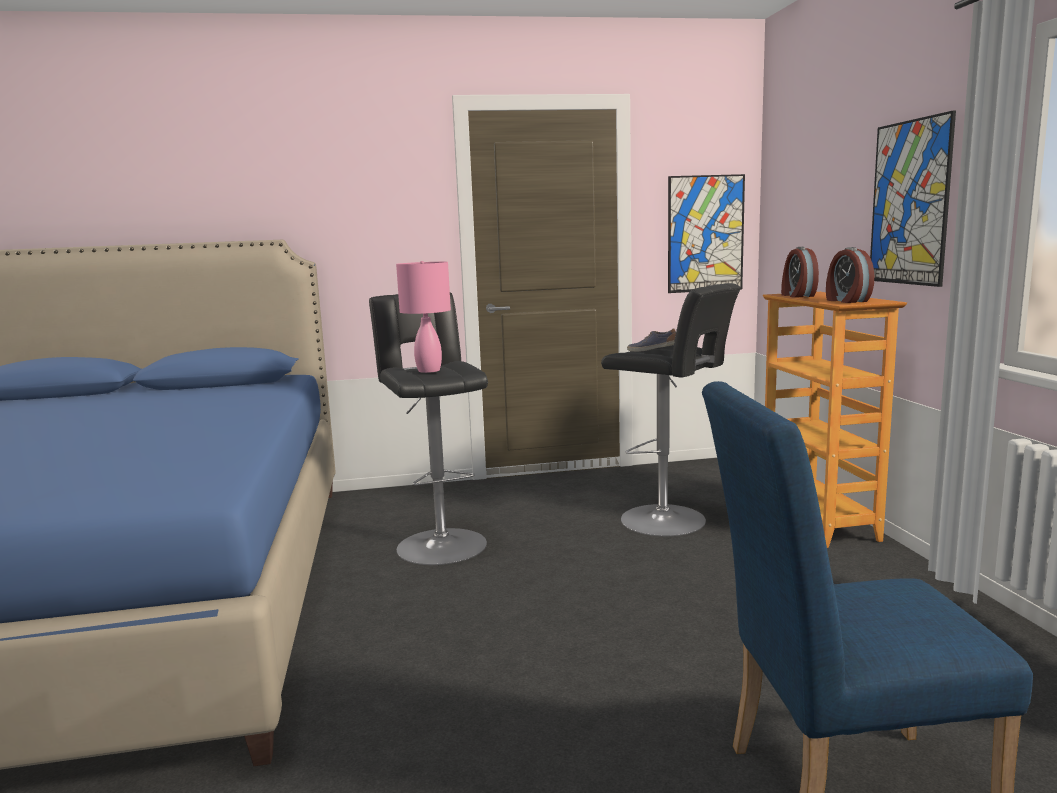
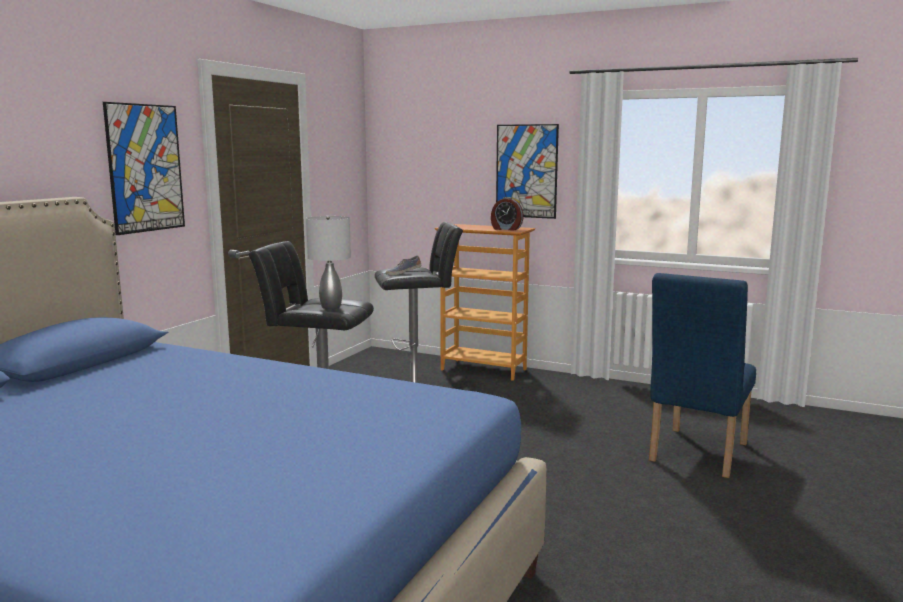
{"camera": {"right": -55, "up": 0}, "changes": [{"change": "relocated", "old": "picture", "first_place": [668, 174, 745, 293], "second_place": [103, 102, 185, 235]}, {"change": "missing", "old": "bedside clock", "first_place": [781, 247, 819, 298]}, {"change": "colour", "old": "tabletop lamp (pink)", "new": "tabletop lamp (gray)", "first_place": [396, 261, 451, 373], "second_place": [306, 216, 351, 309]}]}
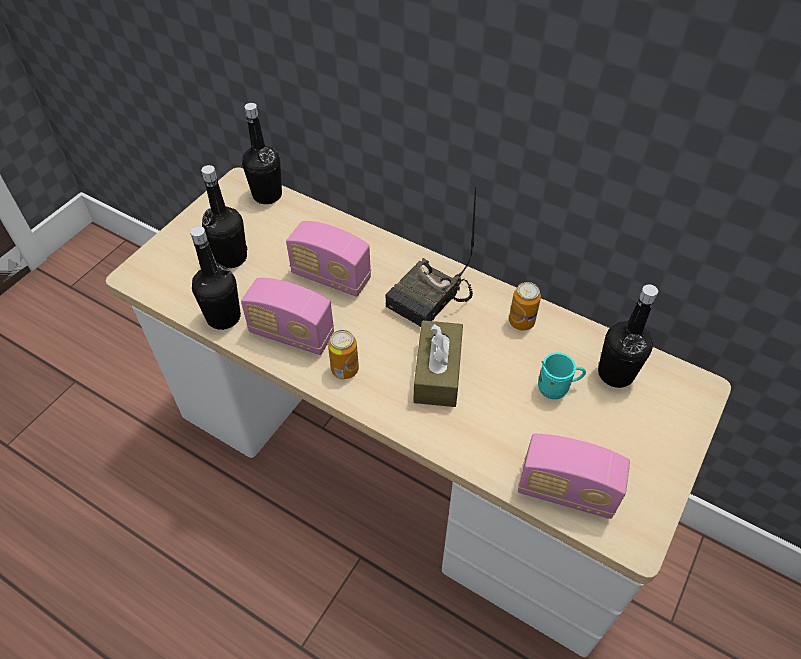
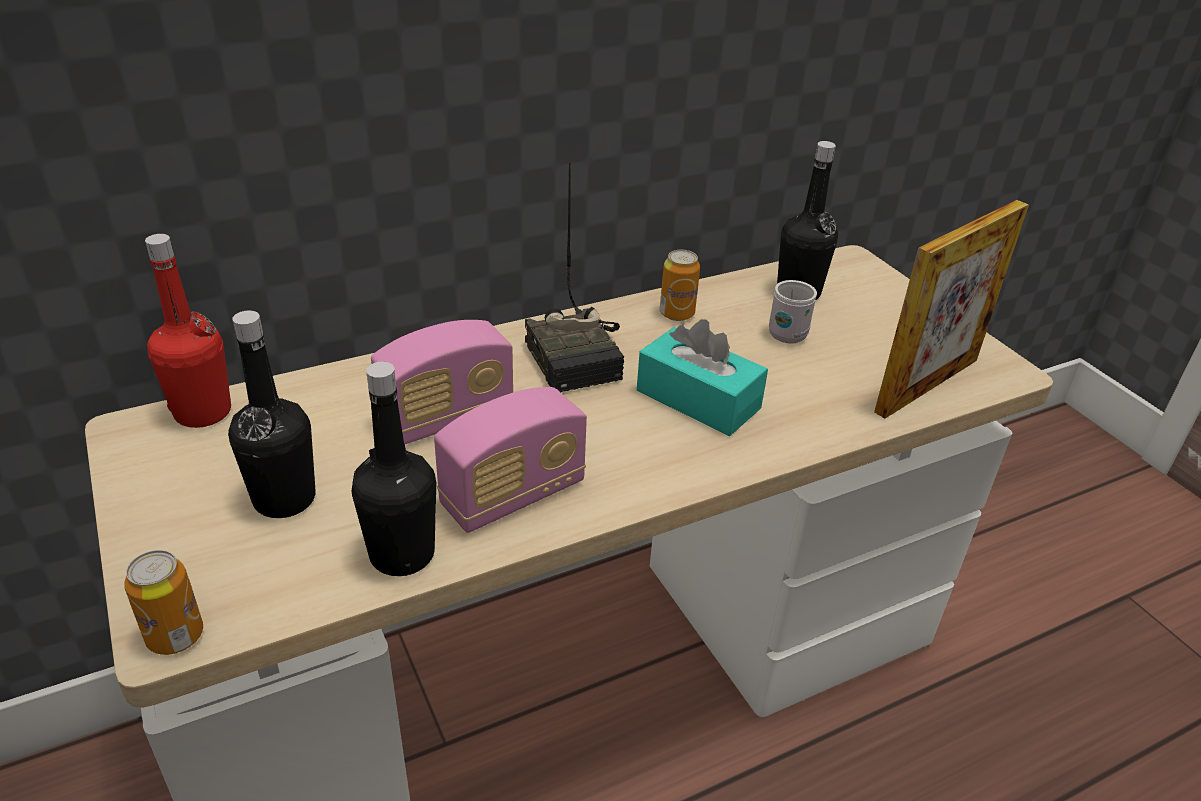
{"camera": {"right": -60, "up": -15}, "changes": [{"change": "colour", "old": "beverage bottle (black-coloured)", "new": "beverage bottle (red)", "first_place": [242, 103, 282, 204], "second_place": [145, 234, 231, 428]}, {"change": "colour", "old": "tissue holder (brownish)", "new": "tissue holder (turquoise-coloured)", "first_place": [413, 320, 463, 407], "second_place": [637, 319, 768, 436]}, {"change": "relocated", "old": "metal can", "first_place": [328, 330, 359, 379], "second_place": [124, 550, 203, 655]}, {"change": "colour", "old": "coffee mug (turquoise-coloured)", "new": "coffee mug (whitish)", "first_place": [538, 352, 586, 399], "second_place": [769, 280, 817, 343]}, {"change": "exchanged", "old": "radio set", "new": "picture frame", "first_place": [518, 434, 630, 519], "second_place": [874, 200, 1029, 418]}]}
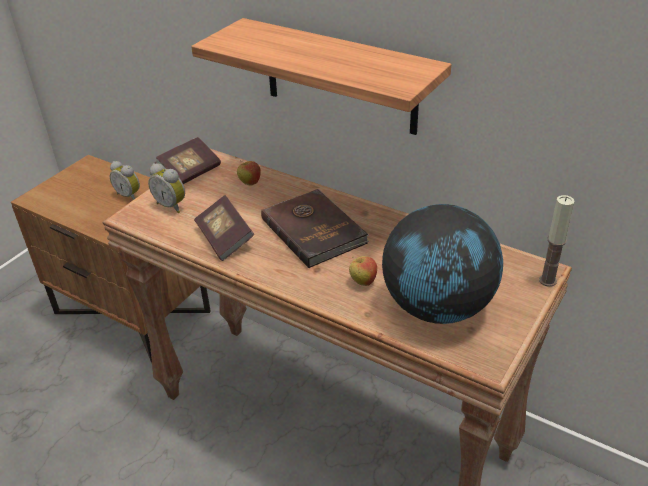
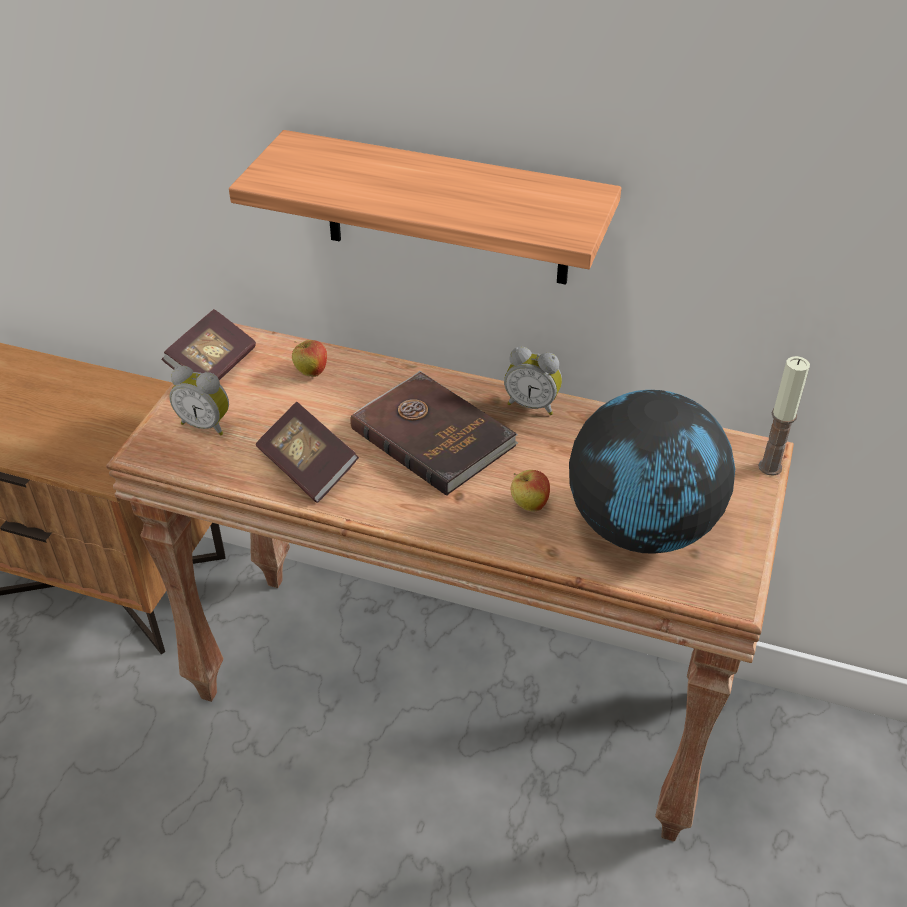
{"camera": {"right": -15, "up": 5}, "changes": [{"change": "relocated", "old": "bedside clock", "first_place": [110, 161, 140, 200], "second_place": [504, 346, 562, 415]}]}
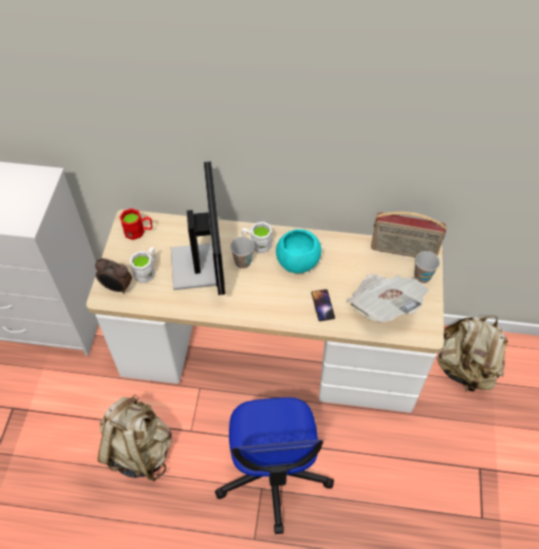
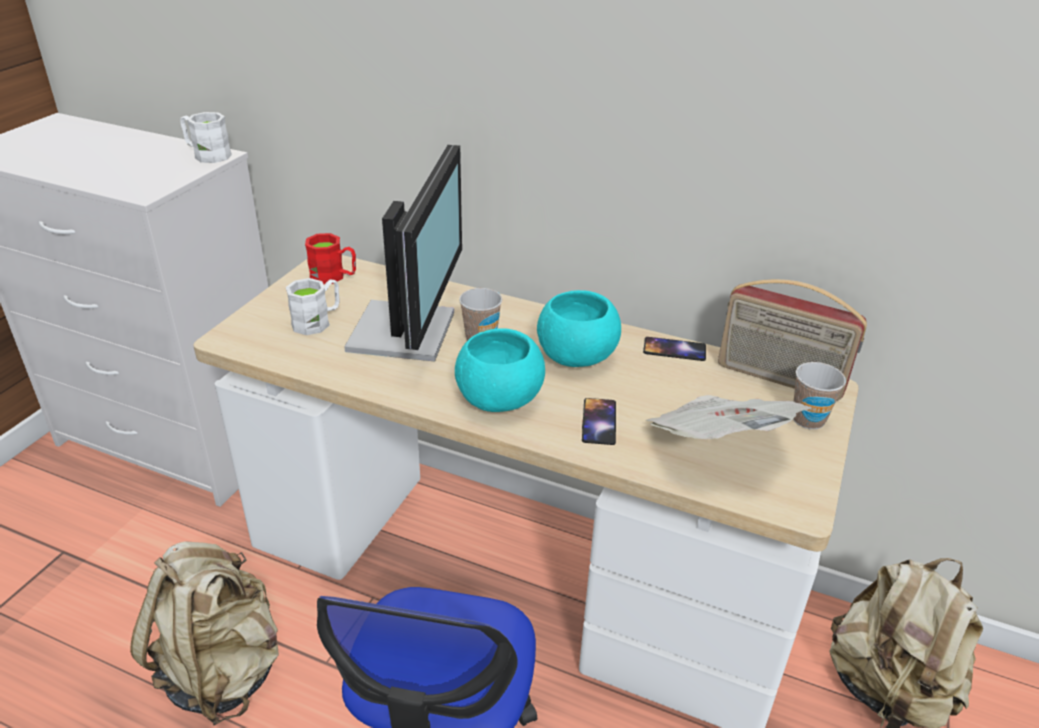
{"camera": {"right": 15, "up": -20}, "changes": [{"change": "relocated", "old": "coffee mug (whitish)", "first_place": [241, 222, 272, 253], "second_place": [180, 112, 232, 163]}, {"change": "missing", "old": "bedside clock", "first_place": [95, 258, 132, 294]}, {"change": "appeared", "new": "serving bowl (turquoise-coloured)", "second_place": [455, 328, 545, 412]}, {"change": "appeared", "new": "telephone", "second_place": [643, 337, 706, 361]}]}
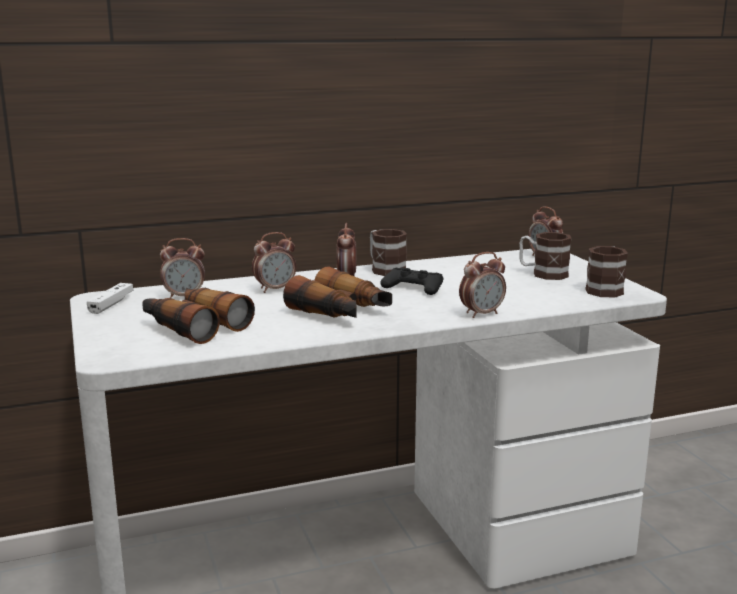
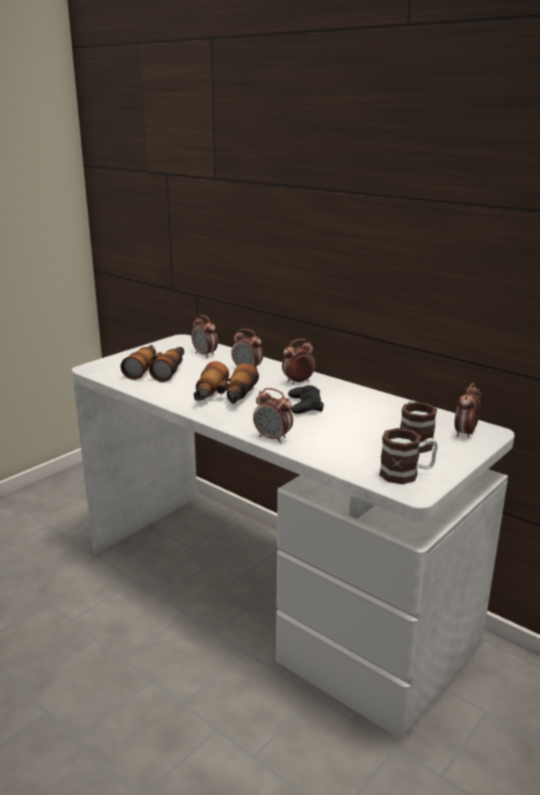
{"camera": {"right": 60, "up": 5}, "changes": [{"change": "missing", "old": "coffee mug", "first_place": [370, 229, 407, 276]}, {"change": "missing", "old": "joypad (whitish)", "first_place": [87, 283, 133, 314]}]}
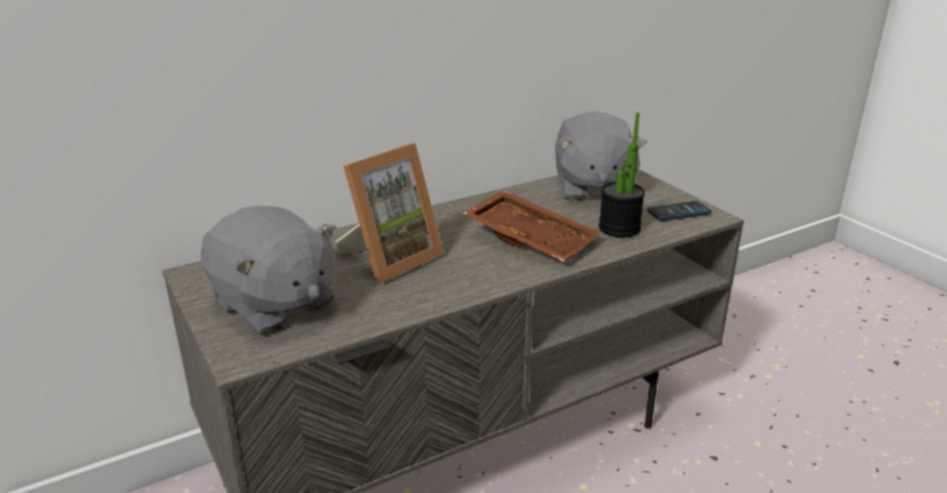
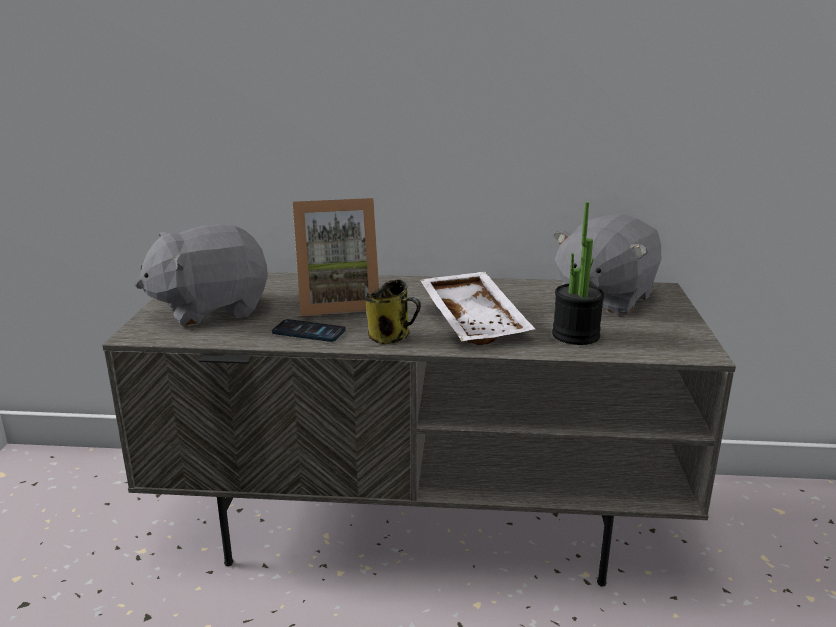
{"camera": {"right": 35, "up": -5}, "changes": [{"change": "colour", "old": "carrying tray (brownish)", "new": "carrying tray (whitish)", "first_place": [462, 190, 601, 262], "second_place": [420, 272, 535, 345]}, {"change": "relocated", "old": "telephone", "first_place": [647, 201, 711, 221], "second_place": [272, 319, 346, 342]}, {"change": "spun", "old": "soft toy (gray)", "first_place": [201, 206, 337, 335], "second_place": [134, 224, 268, 327], "degrees": 75}, {"change": "appeared", "new": "coffee mug", "second_place": [365, 280, 421, 344]}]}
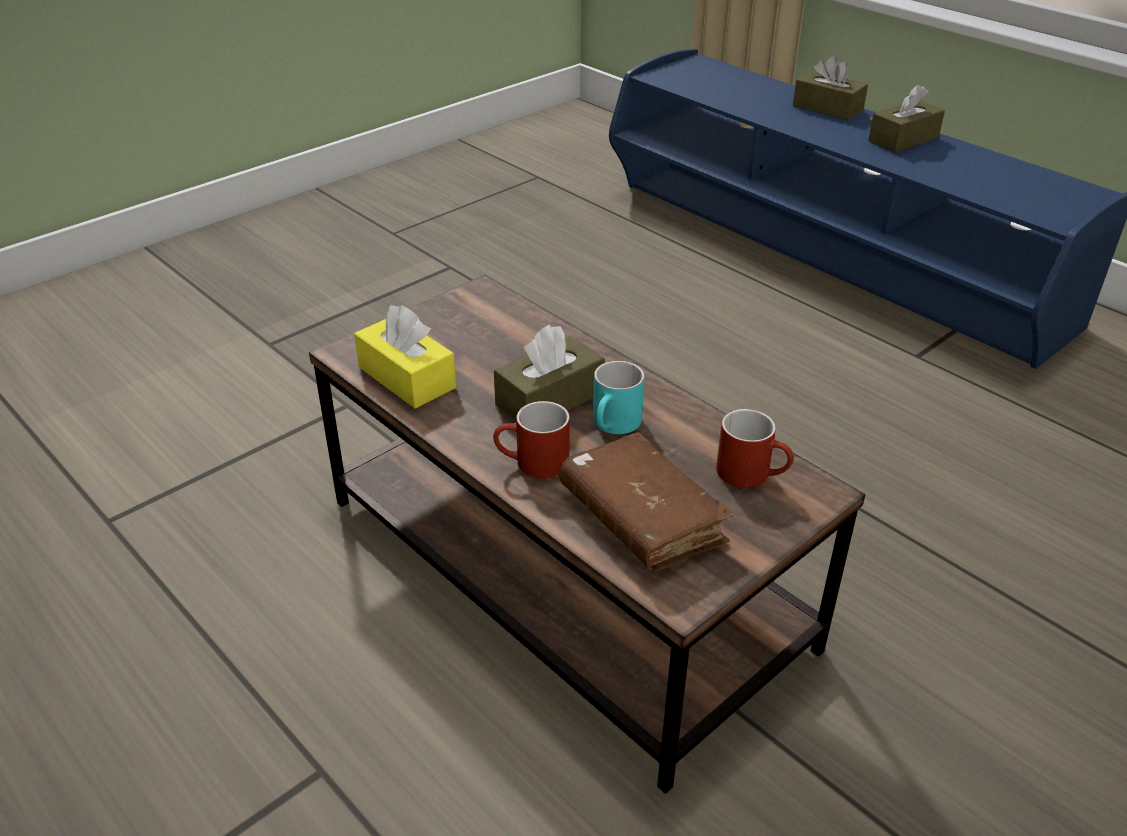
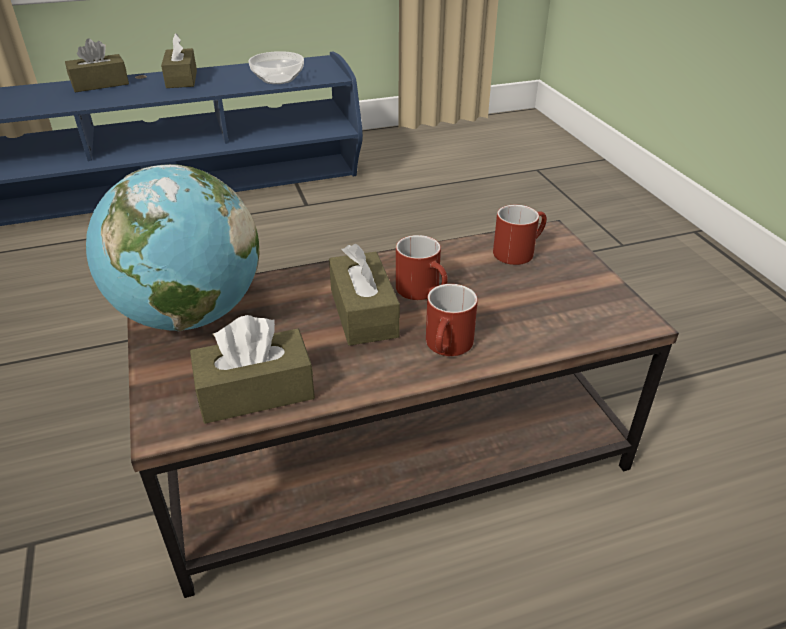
{"camera": {"right": -65, "up": 0}, "changes": [{"change": "colour", "old": "tissue holder (yellow)", "new": "tissue holder (brownish)", "first_place": [354, 305, 456, 409], "second_place": [190, 315, 315, 424]}, {"change": "colour", "old": "coffee mug (turquoise-coloured)", "new": "coffee mug (red)", "first_place": [593, 361, 645, 434], "second_place": [396, 235, 448, 300]}, {"change": "missing", "old": "volume (brownish)", "first_place": [559, 432, 734, 571]}, {"change": "appeared", "new": "serving bowl", "second_place": [249, 51, 304, 84]}, {"change": "appeared", "new": "world globe", "second_place": [86, 164, 259, 331]}]}
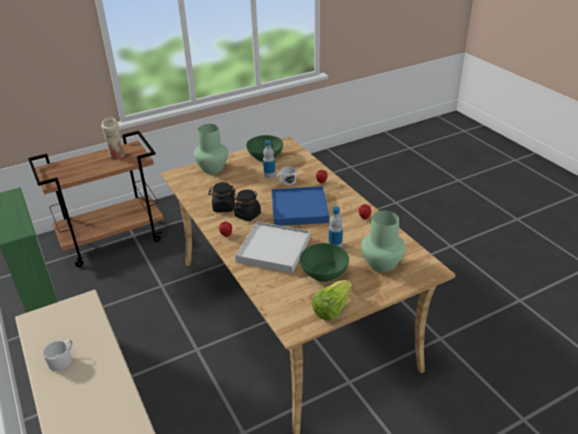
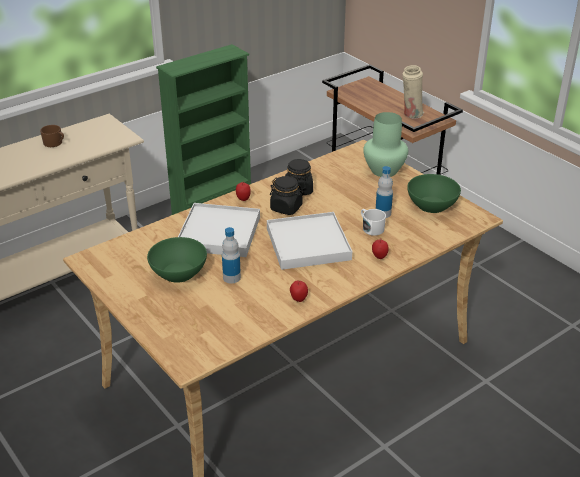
{"camera": {"right": 80, "up": 0}, "changes": [{"change": "colour", "old": "carrying tray (blue-coloured)", "new": "carrying tray (whitish)", "first_place": [272, 186, 329, 226], "second_place": [267, 212, 352, 270]}, {"change": "missing", "old": "vase (green-coloured)", "first_place": [361, 211, 406, 272]}, {"change": "missing", "old": "lettuce head", "first_place": [312, 280, 352, 321]}, {"change": "colour", "old": "coffee mug (whitish)", "new": "coffee mug (brownish)", "first_place": [42, 339, 73, 371], "second_place": [40, 125, 64, 147]}]}
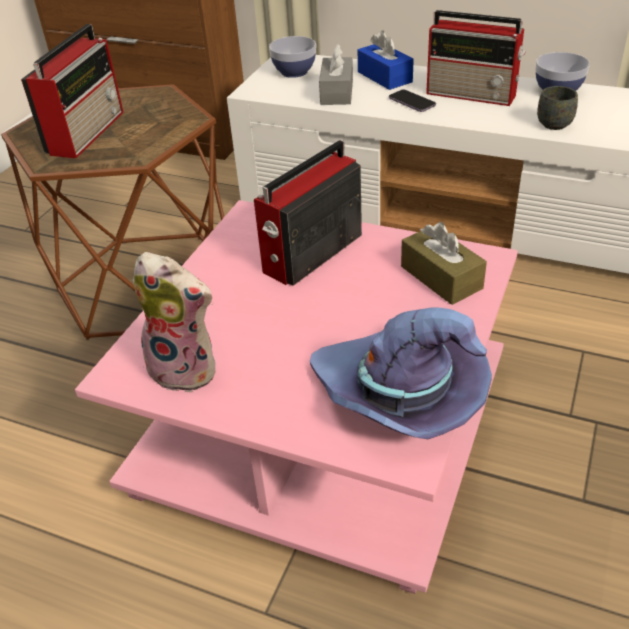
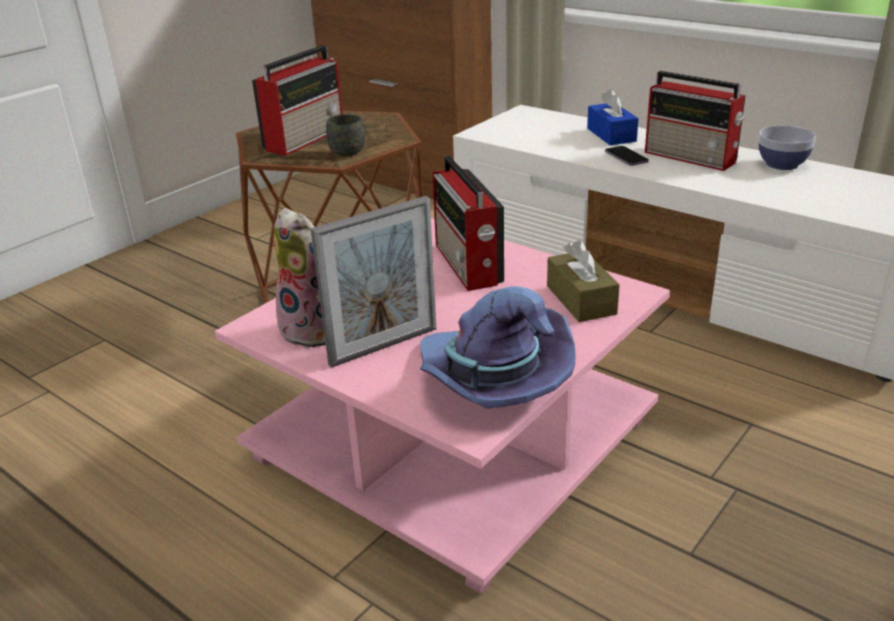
{"camera": {"right": 15, "up": -10}, "changes": [{"change": "missing", "old": "serving bowl", "first_place": [269, 36, 316, 78]}, {"change": "missing", "old": "tissue holder (gray)", "first_place": [319, 44, 353, 105]}, {"change": "relocated", "old": "coffee mug (gray)", "first_place": [537, 86, 578, 130], "second_place": [326, 114, 365, 157]}, {"change": "spun", "old": "radio set", "first_place": [254, 140, 362, 286], "second_place": [432, 155, 504, 291], "degrees": -75}, {"change": "appeared", "new": "picture frame", "second_place": [310, 196, 436, 368]}]}
